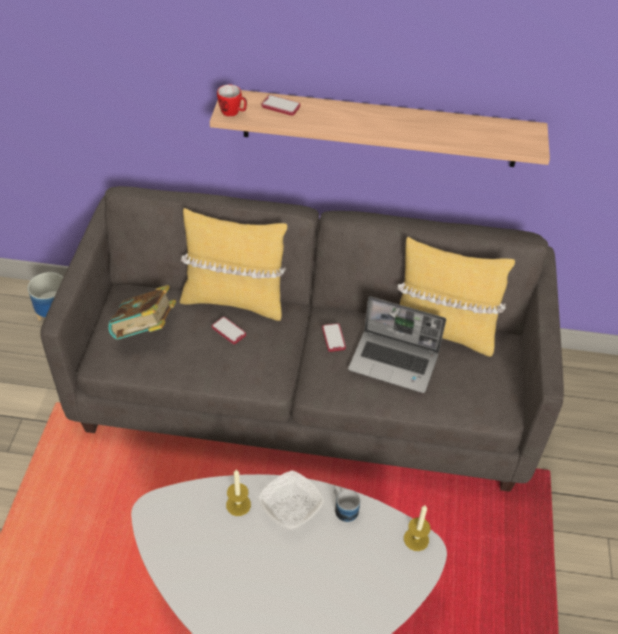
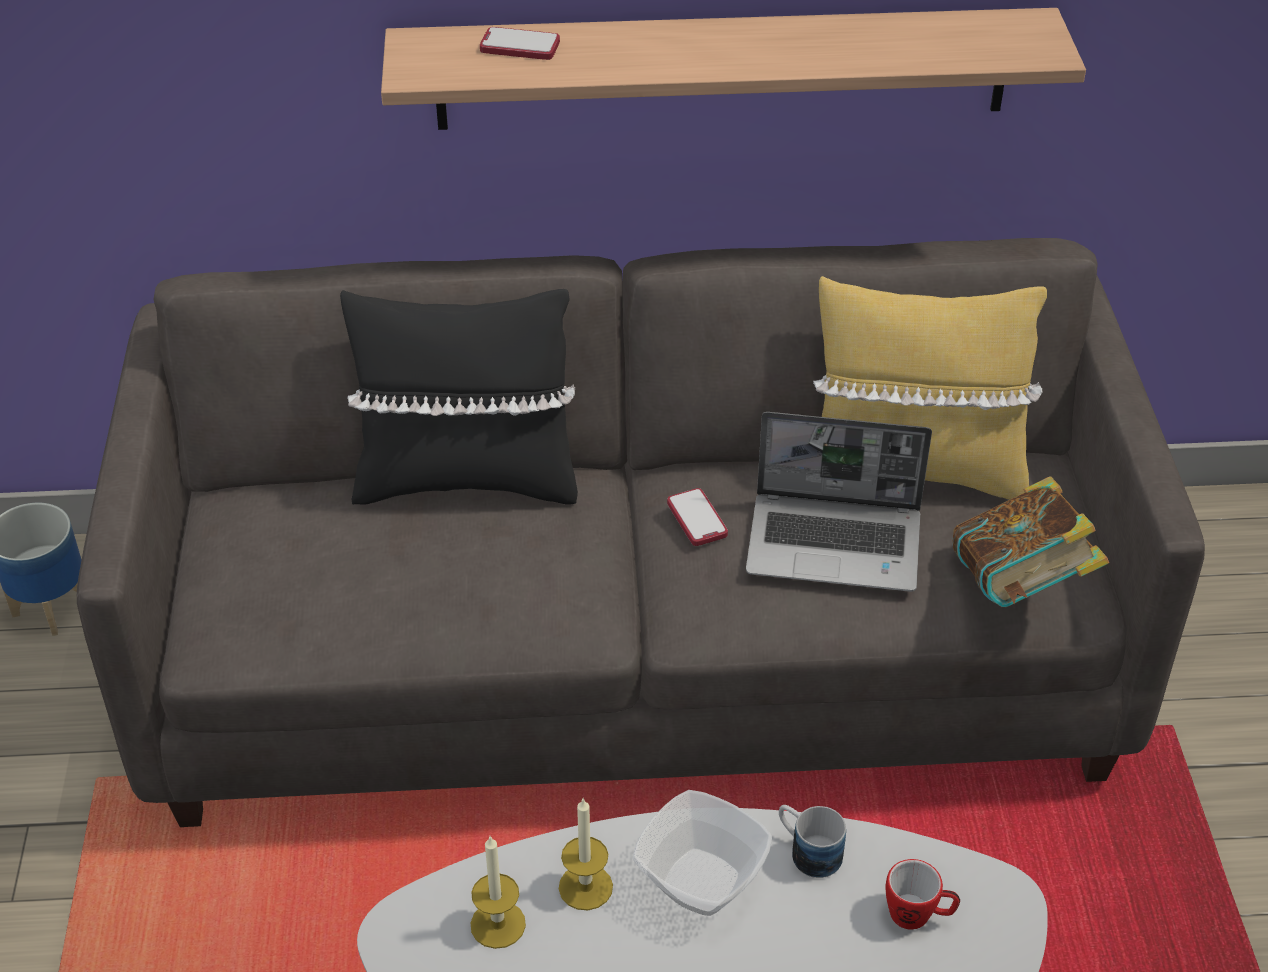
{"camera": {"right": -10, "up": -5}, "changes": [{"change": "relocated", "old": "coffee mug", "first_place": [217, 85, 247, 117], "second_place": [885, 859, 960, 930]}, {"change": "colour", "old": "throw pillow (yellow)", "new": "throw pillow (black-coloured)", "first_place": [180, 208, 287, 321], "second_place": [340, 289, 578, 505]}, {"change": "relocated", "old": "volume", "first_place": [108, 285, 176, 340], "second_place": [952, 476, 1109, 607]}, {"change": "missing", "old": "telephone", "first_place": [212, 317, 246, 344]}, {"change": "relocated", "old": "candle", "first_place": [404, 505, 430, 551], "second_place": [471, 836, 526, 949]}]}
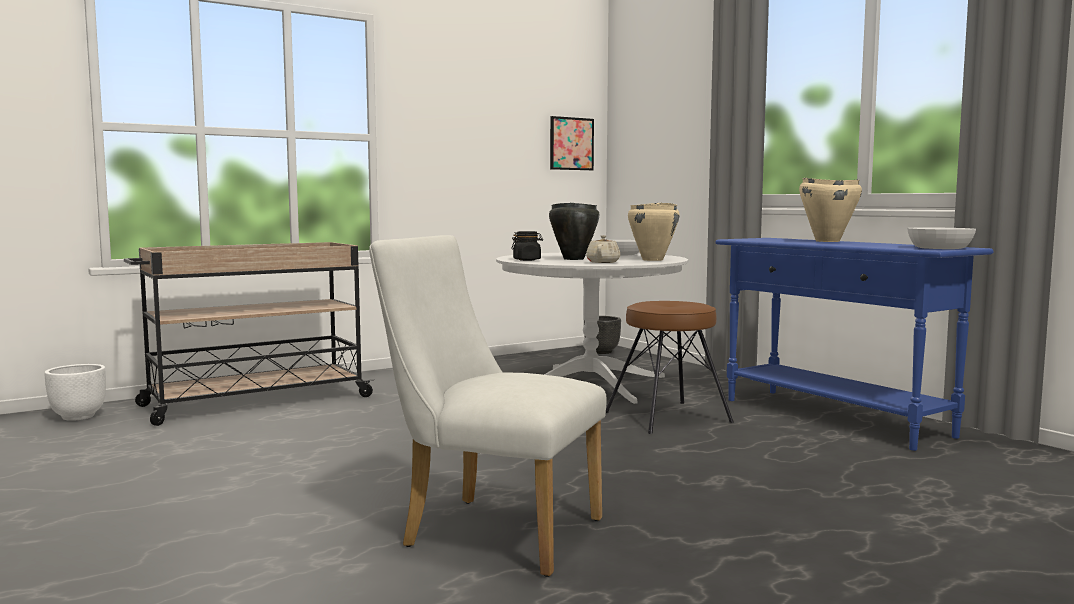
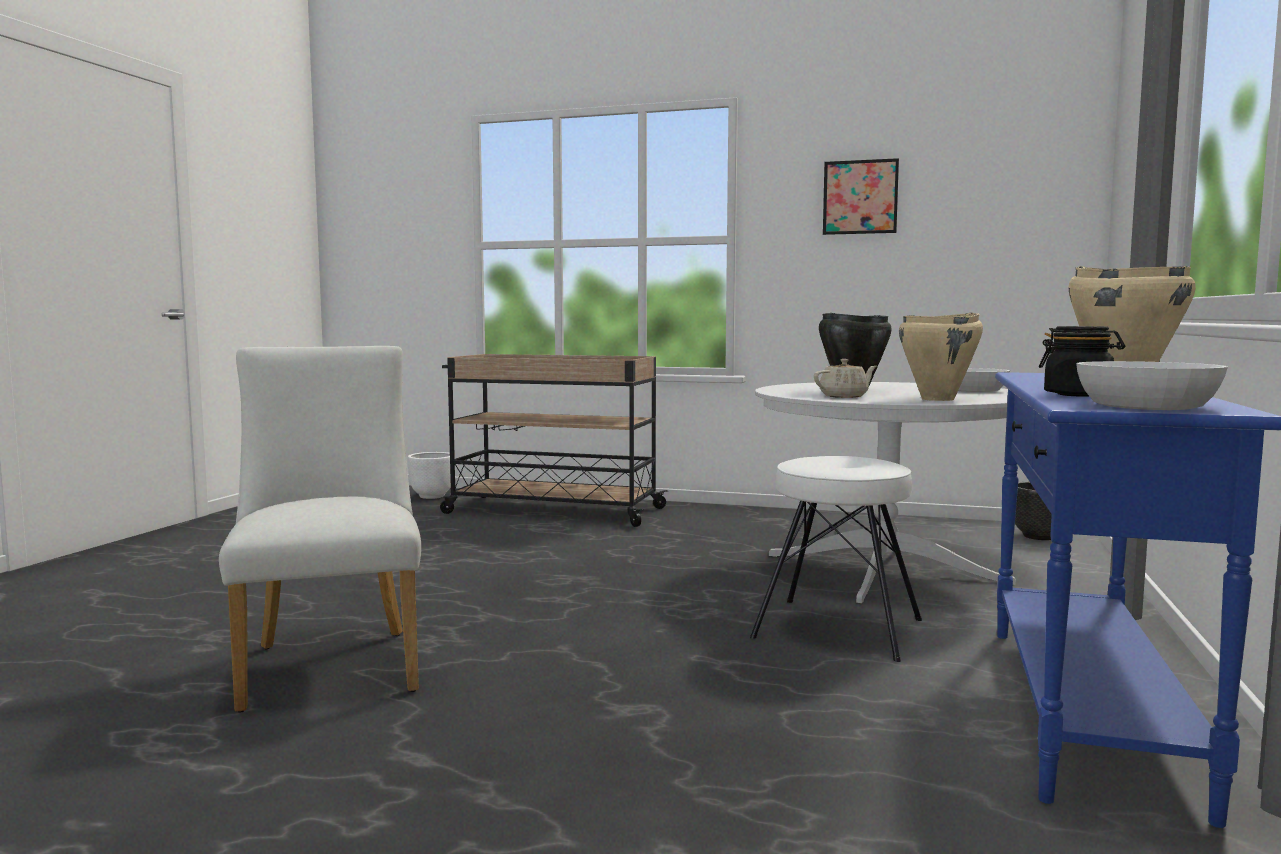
{"camera": {"right": 50, "up": 0}, "changes": [{"change": "relocated", "old": "picture", "first_place": [550, 116, 594, 170], "second_place": [823, 158, 899, 235]}, {"change": "relocated", "old": "jar (black-coloured)", "first_place": [511, 231, 543, 261], "second_place": [1039, 326, 1125, 397]}, {"change": "colour", "old": "stool (brownish)", "new": "stool (whitish)", "first_place": [606, 301, 734, 434], "second_place": [750, 456, 922, 662]}]}
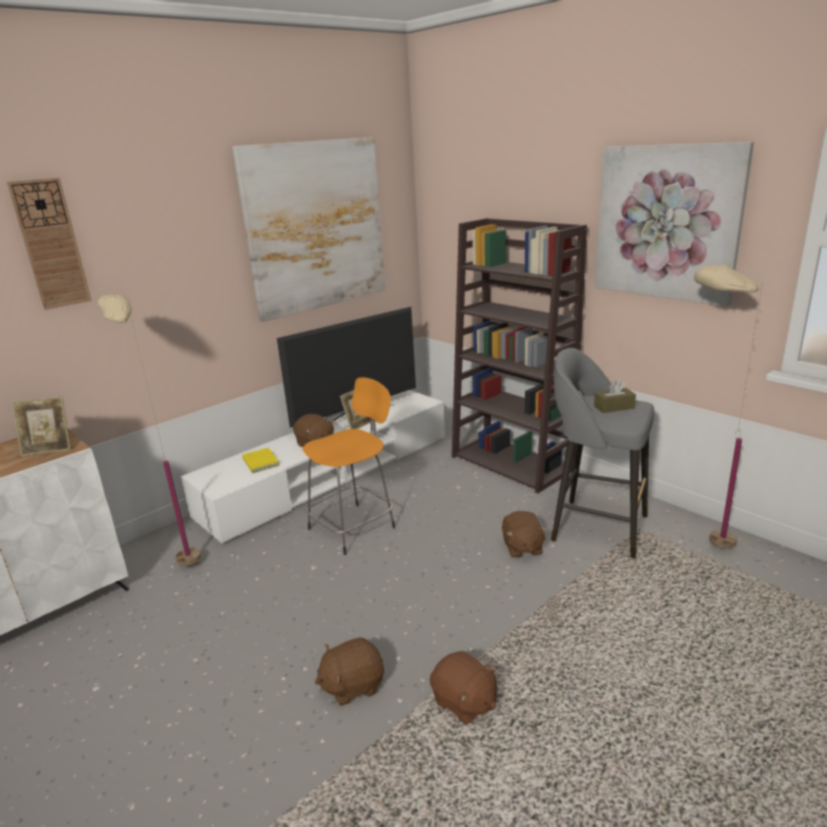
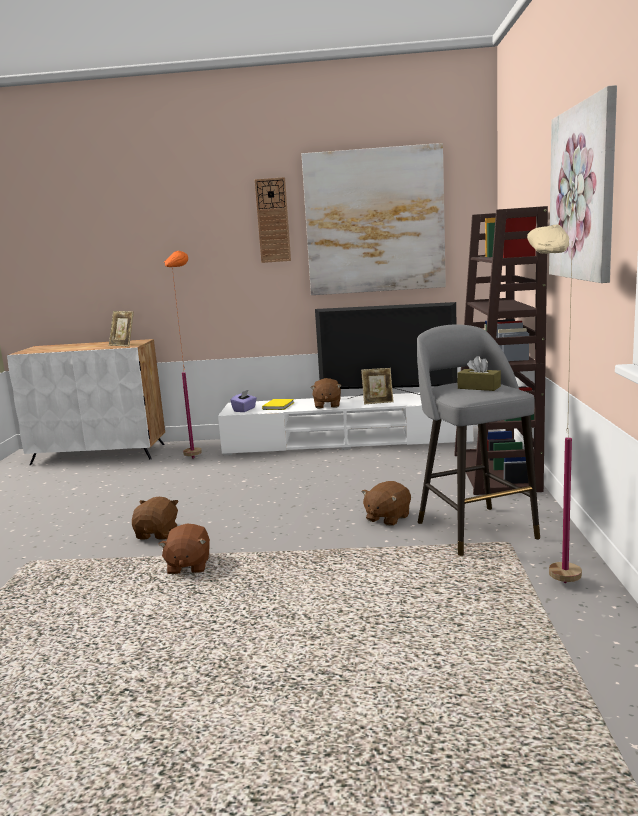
{"camera": {"right": 45, "up": -10}, "changes": [{"change": "relocated", "old": "clock on the wall", "first_place": [7, 178, 92, 310], "second_place": [255, 177, 291, 263]}, {"change": "colour", "old": "standard lamp (sand-coloured)", "new": "standard lamp (orangey)", "first_place": [97, 294, 201, 566], "second_place": [164, 251, 202, 459]}, {"change": "missing", "old": "stool (orangey)", "first_place": [303, 377, 395, 555]}, {"change": "spun", "old": "soft toy (brownish)", "first_place": [315, 637, 384, 706], "second_place": [132, 497, 179, 540], "degrees": 75}, {"change": "appeared", "new": "tissue holder (purplish)", "second_place": [230, 390, 257, 412]}]}
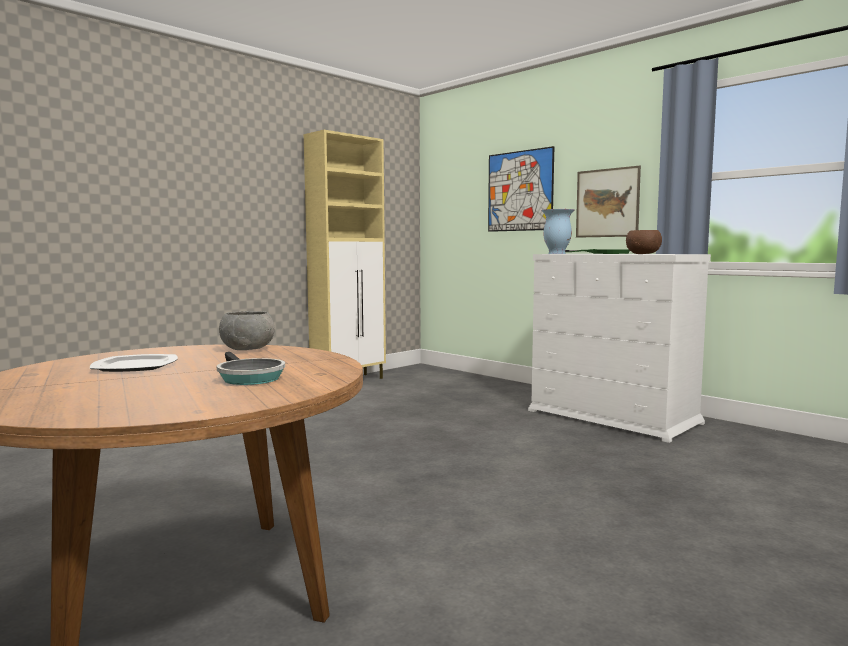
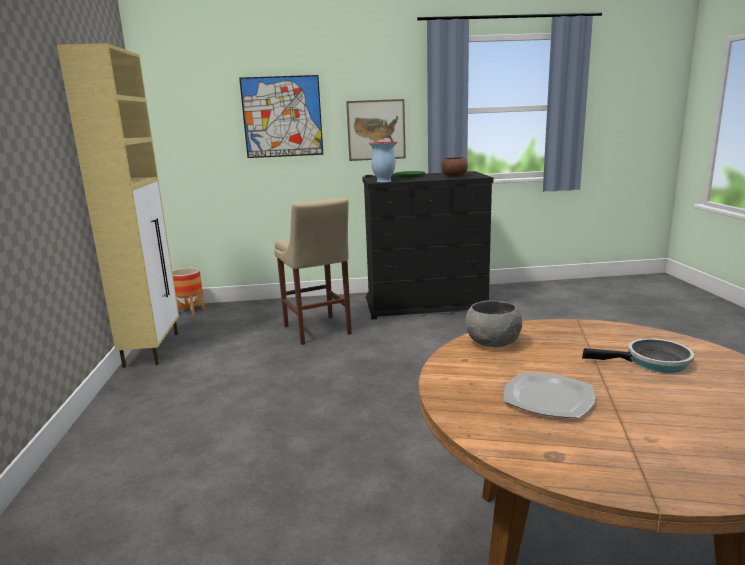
{"camera": {"right": -50, "up": 10}, "changes": [{"change": "colour", "old": "dresser (whitish)", "new": "dresser (black-coloured)", "first_place": [528, 254, 711, 443], "second_place": [362, 171, 493, 320]}, {"change": "appeared", "new": "stool (sand-coloured)", "second_place": [274, 198, 352, 345]}, {"change": "appeared", "new": "flower pot", "second_place": [172, 268, 205, 316]}]}
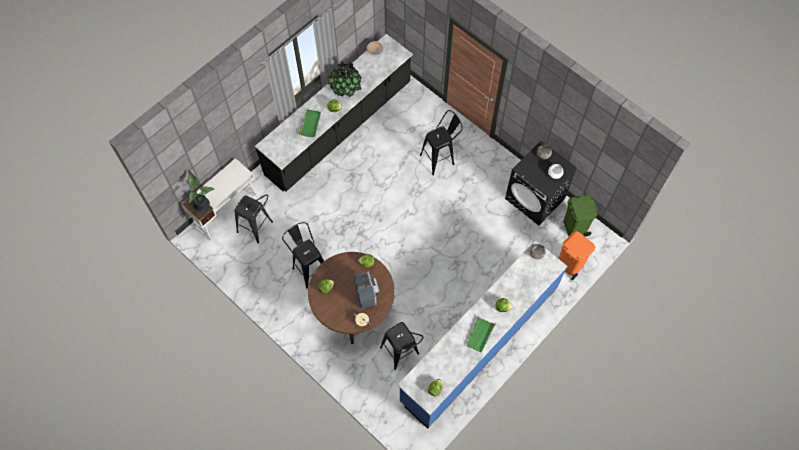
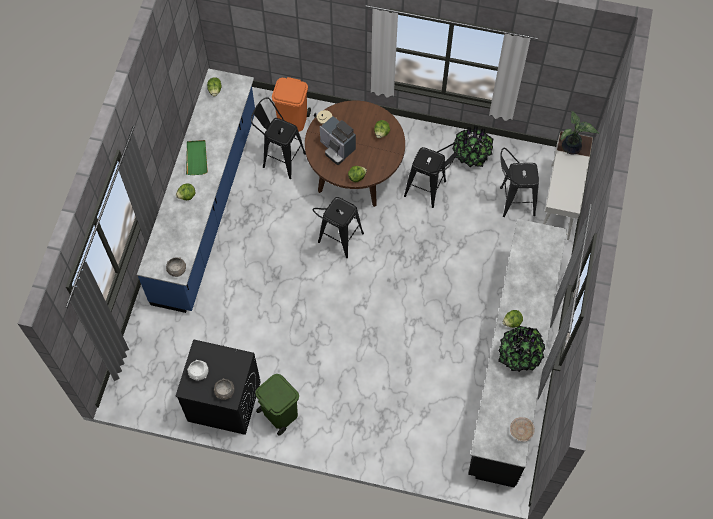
{"camera": {"right": 150, "up": 0}, "changes": [{"change": "missing", "old": "carrying tray (green-coloured)", "first_place": [299, 110, 321, 137]}, {"change": "relocated", "old": "stool (black-coloured)", "first_place": [420, 110, 463, 175], "second_place": [312, 197, 364, 258]}, {"change": "relocated", "old": "rubbish bin (green-coloured)", "first_place": [563, 194, 598, 237], "second_place": [255, 374, 299, 436]}, {"change": "relocated", "old": "rubbish bin (orangey)", "first_place": [558, 231, 595, 280], "second_place": [272, 77, 311, 131]}, {"change": "appeared", "new": "plant in a pot", "second_place": [452, 126, 493, 167]}]}
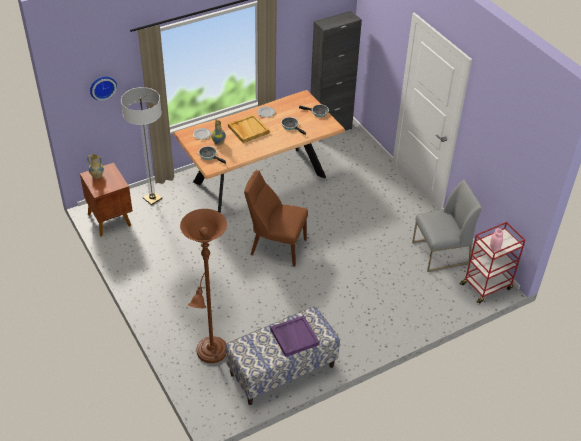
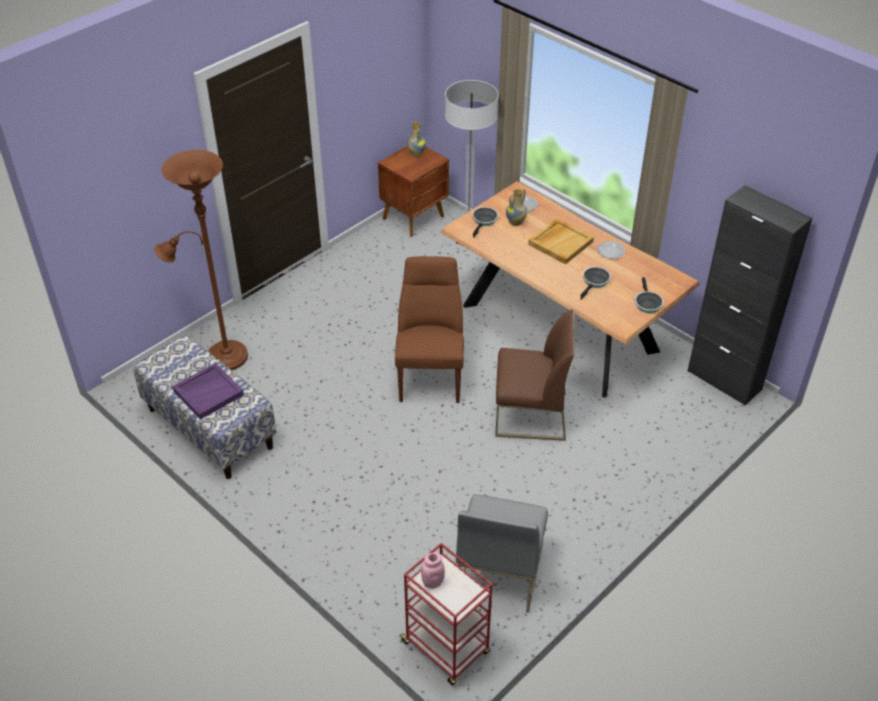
{"camera": {"right": 75, "up": 0}, "changes": [{"change": "missing", "old": "clock on the wall", "first_place": [90, 76, 117, 101]}, {"change": "spun", "old": "upright chair (gray)", "first_place": [412, 179, 482, 272], "second_place": [456, 494, 548, 613], "degrees": 45}, {"change": "appeared", "new": "upright chair (brownish)", "second_place": [495, 309, 574, 441]}]}
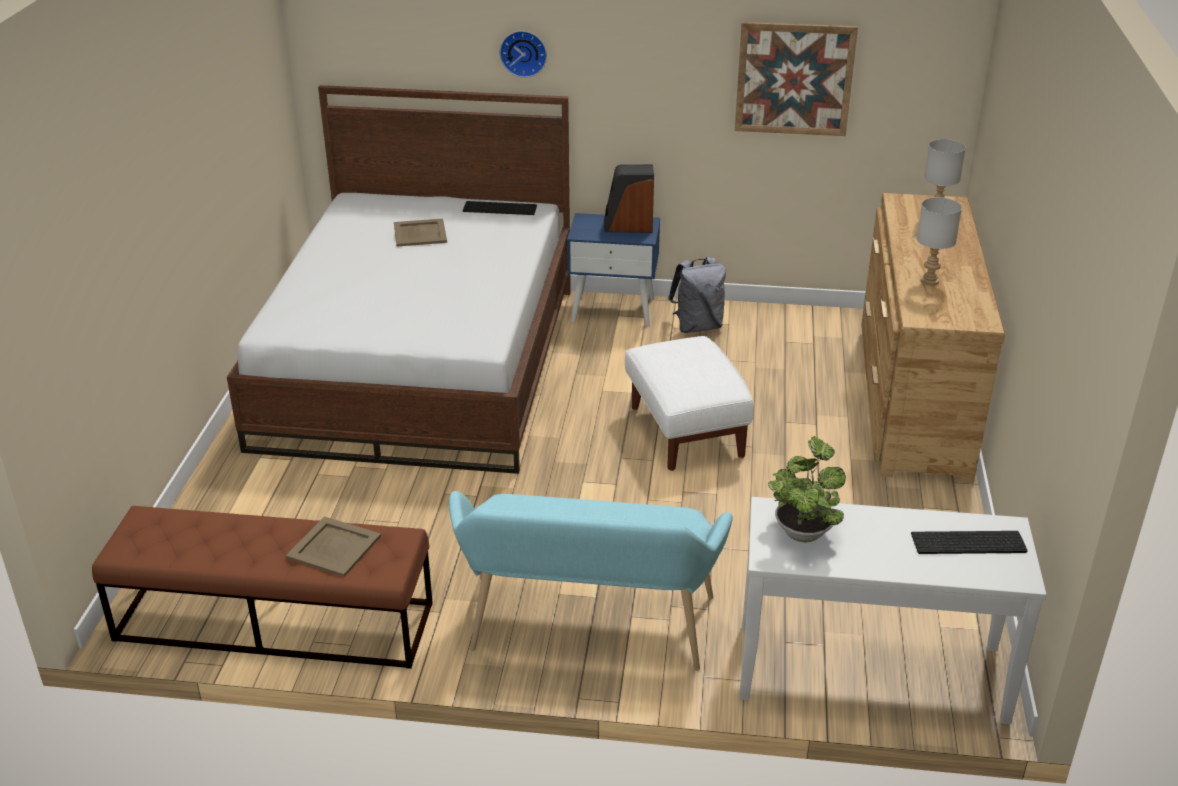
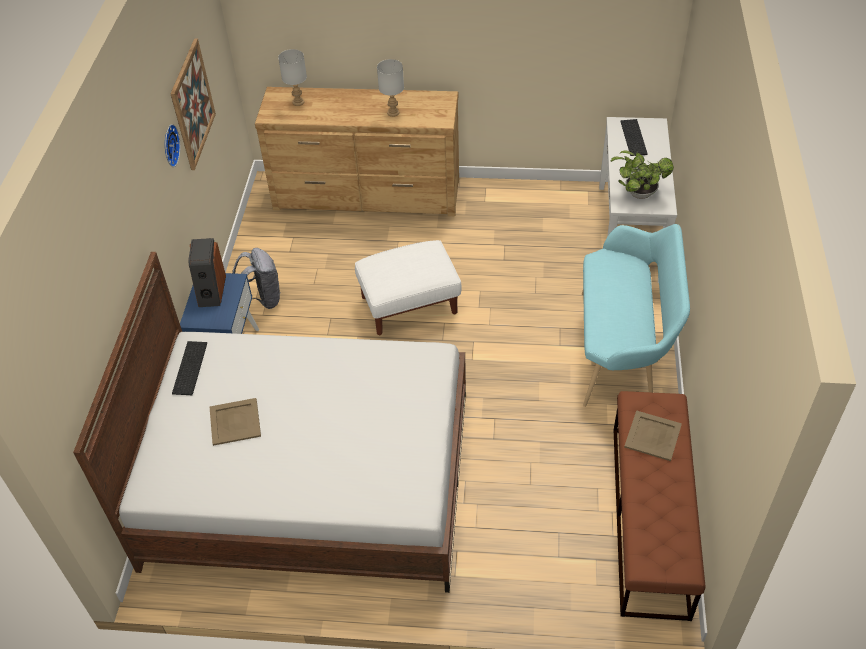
{"camera": {"right": -90, "up": 15}, "changes": [{"change": "relocated", "old": "clock on the wall", "first_place": [500, 31, 547, 78], "second_place": [165, 124, 180, 167]}]}
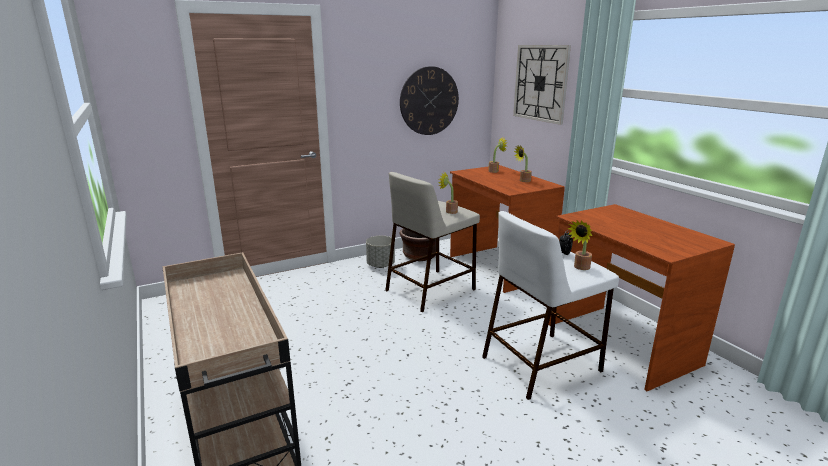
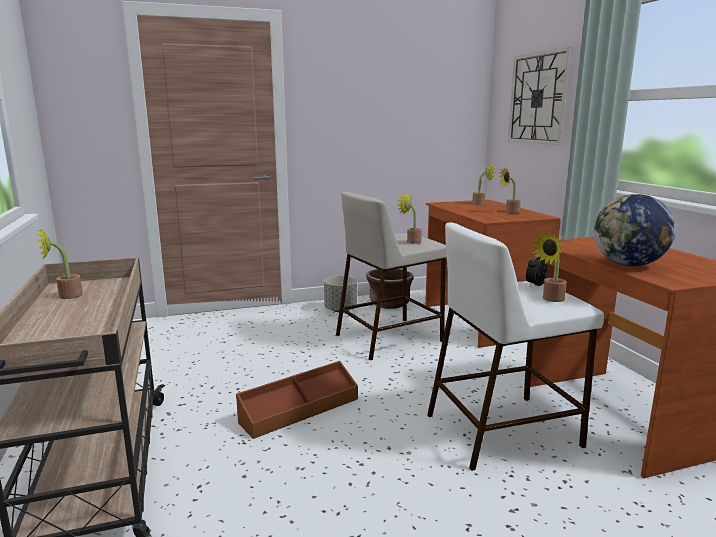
{"camera": {"right": 10, "up": -5}, "changes": [{"change": "missing", "old": "clock on the wall", "first_place": [400, 66, 459, 135]}, {"change": "appeared", "new": "world globe", "second_place": [594, 194, 676, 266]}, {"change": "appeared", "new": "plant in a pot", "second_place": [38, 228, 83, 299]}, {"change": "appeared", "new": "storage bin (brownish)", "second_place": [236, 361, 358, 439]}]}
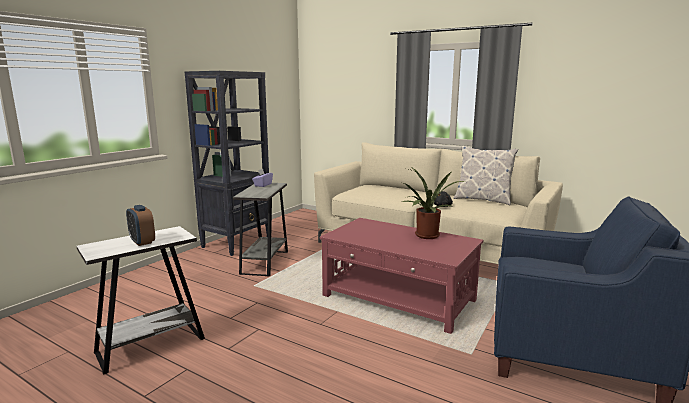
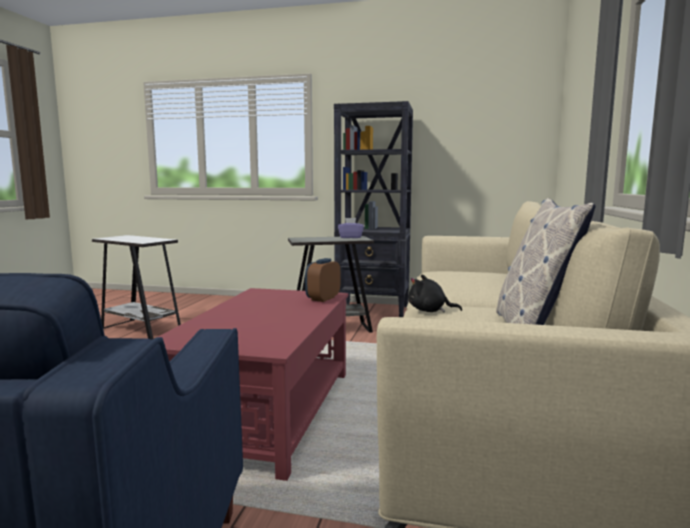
{"camera": {"right": 70, "up": -5}, "changes": [{"change": "missing", "old": "plant in a pot", "first_place": [402, 167, 464, 239]}, {"change": "relocated", "old": "bedside clock", "first_place": [126, 205, 155, 246], "second_place": [305, 258, 340, 302]}]}
